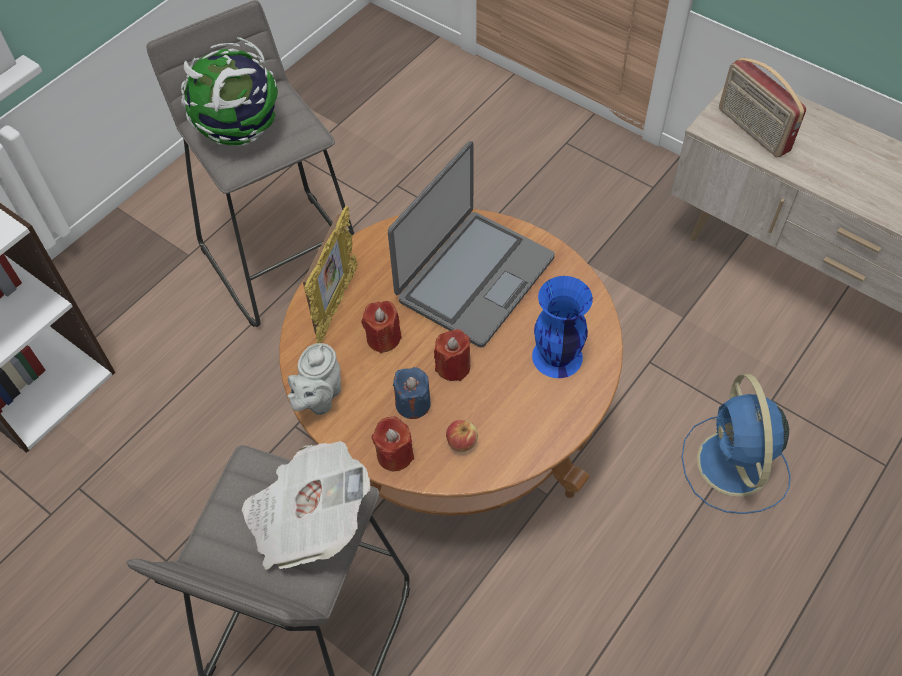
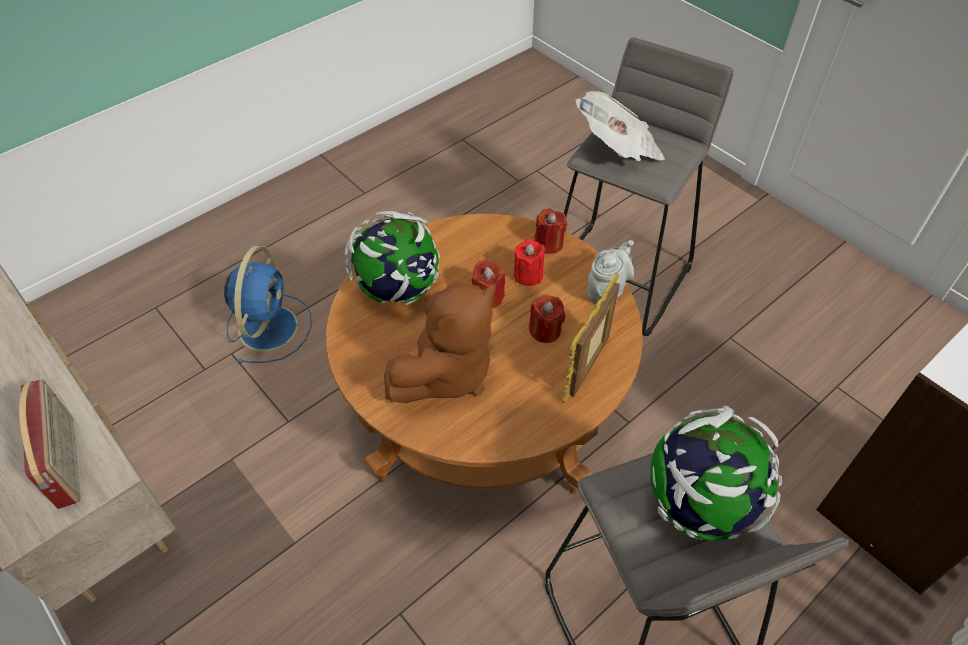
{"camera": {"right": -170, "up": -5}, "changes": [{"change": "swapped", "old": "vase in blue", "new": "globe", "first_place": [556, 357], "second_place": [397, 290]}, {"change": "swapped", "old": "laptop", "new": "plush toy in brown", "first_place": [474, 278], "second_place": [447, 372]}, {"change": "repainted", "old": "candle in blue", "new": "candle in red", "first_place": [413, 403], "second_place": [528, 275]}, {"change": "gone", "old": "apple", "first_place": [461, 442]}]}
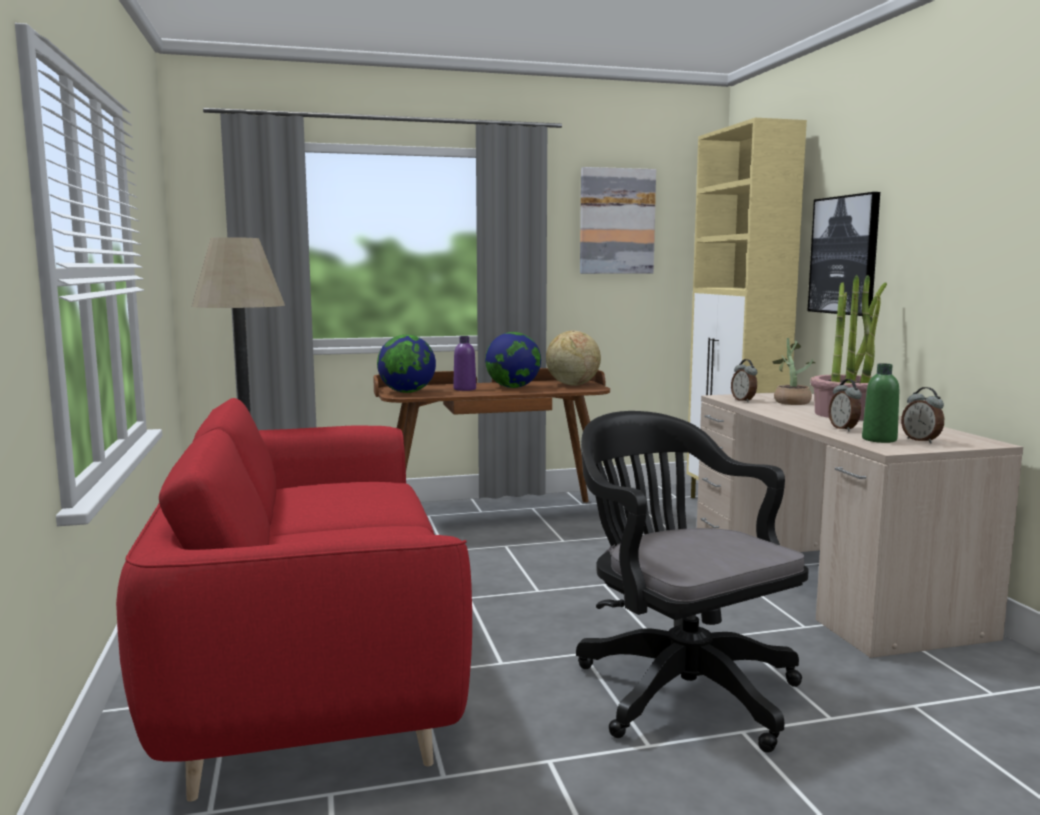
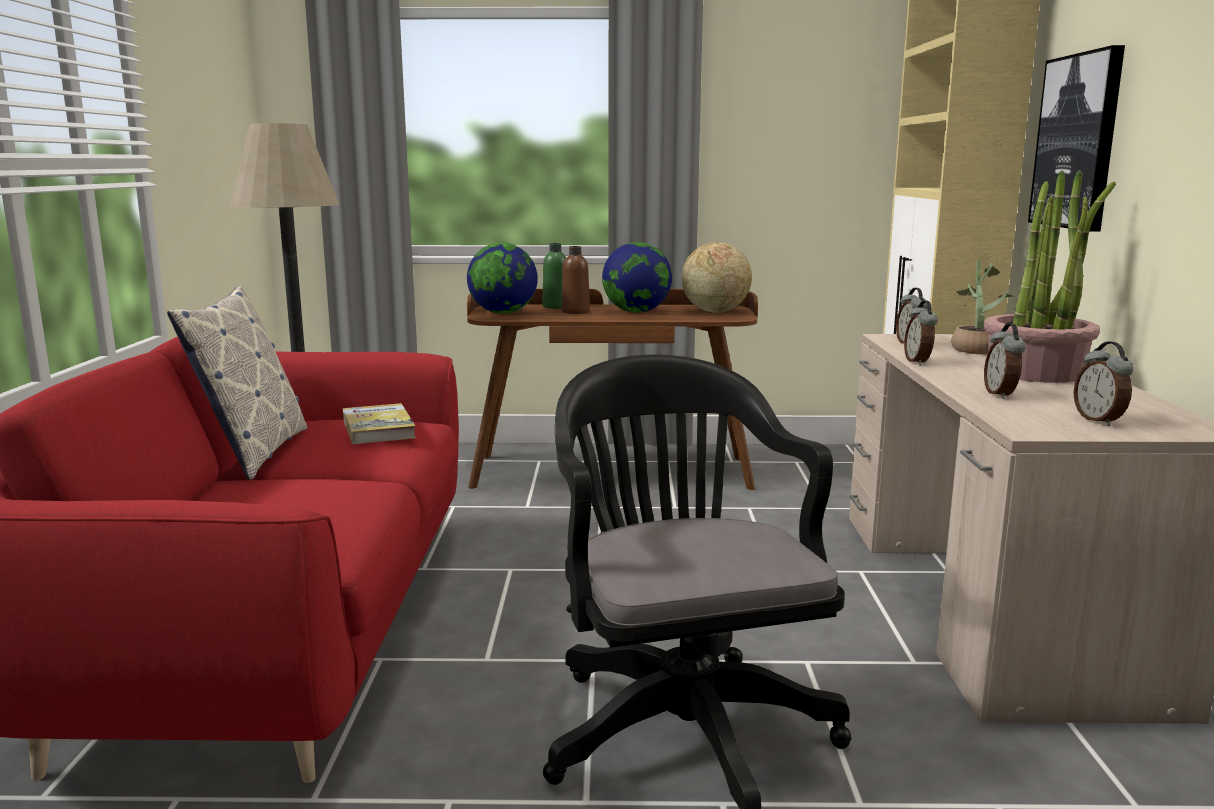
{"camera": {"right": 15, "up": 5}, "changes": [{"change": "new", "new": "pillow", "second_place": [253, 453]}, {"change": "new", "new": "book", "second_place": [378, 428]}, {"change": "shifted", "old": "bottle in green", "first_place": [879, 439], "second_place": [556, 307]}, {"change": "repainted", "old": "bottle in purple", "new": "bottle in brown", "first_place": [464, 389], "second_place": [575, 312]}, {"change": "new", "new": "alarm clock", "second_place": [918, 362]}, {"change": "gone", "old": "picture", "first_place": [616, 221]}]}
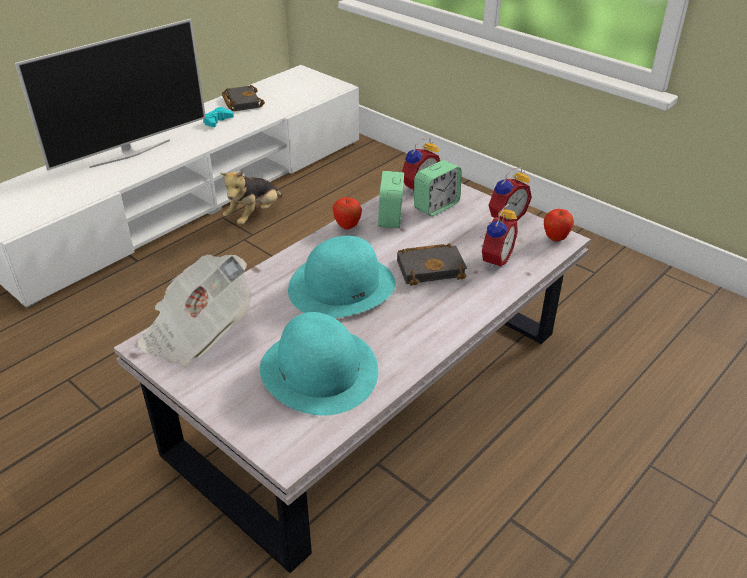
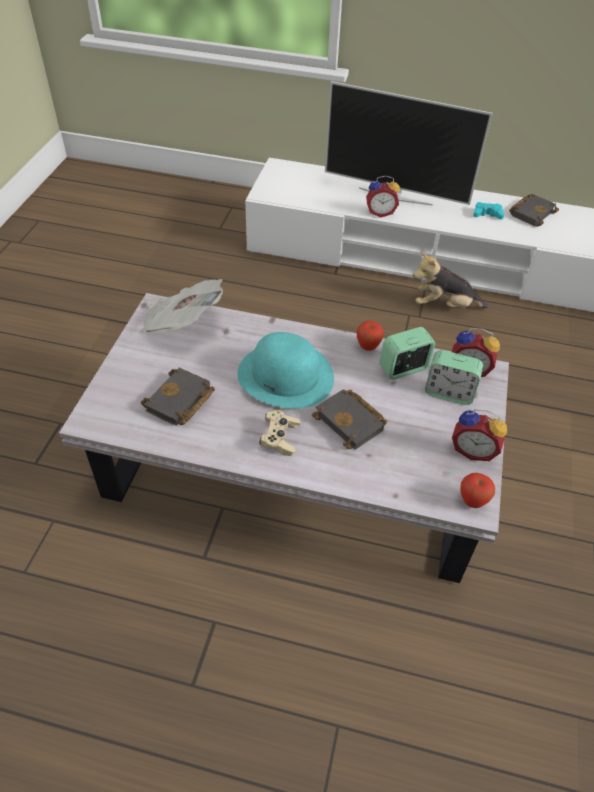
{"camera": {"right": 60, "up": 10}, "changes": [{"change": "swapped", "old": "hat in turquoise", "new": "book in black", "first_place": [319, 370], "second_place": [180, 402]}, {"change": "new", "new": "game controller in beige", "second_place": [280, 438]}, {"change": "shifted", "old": "alarm clock", "first_place": [494, 259], "second_place": [380, 212]}]}
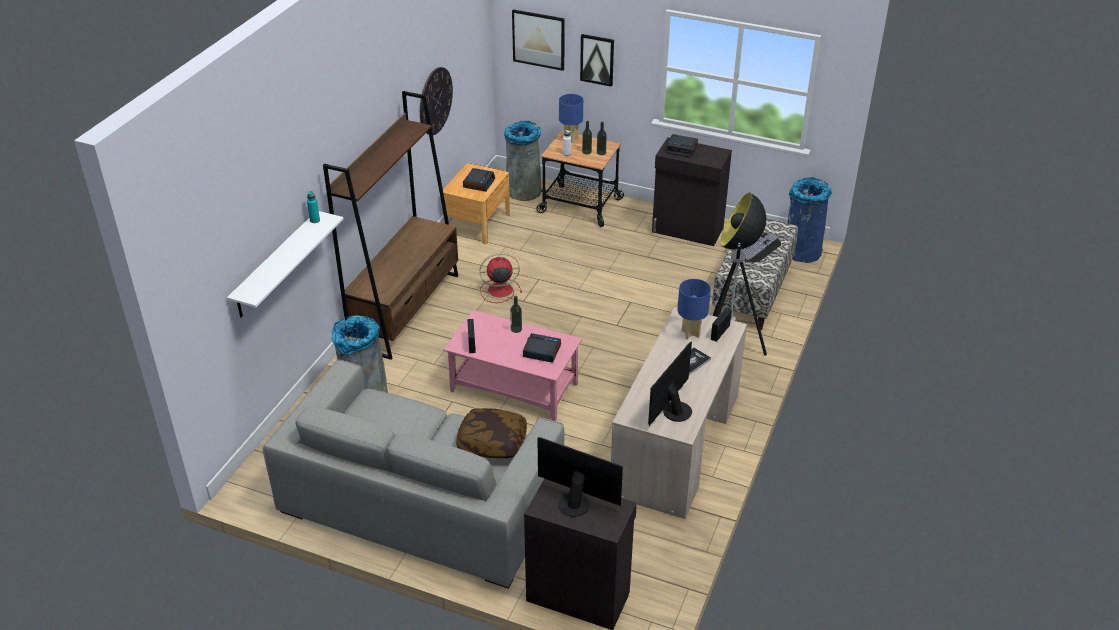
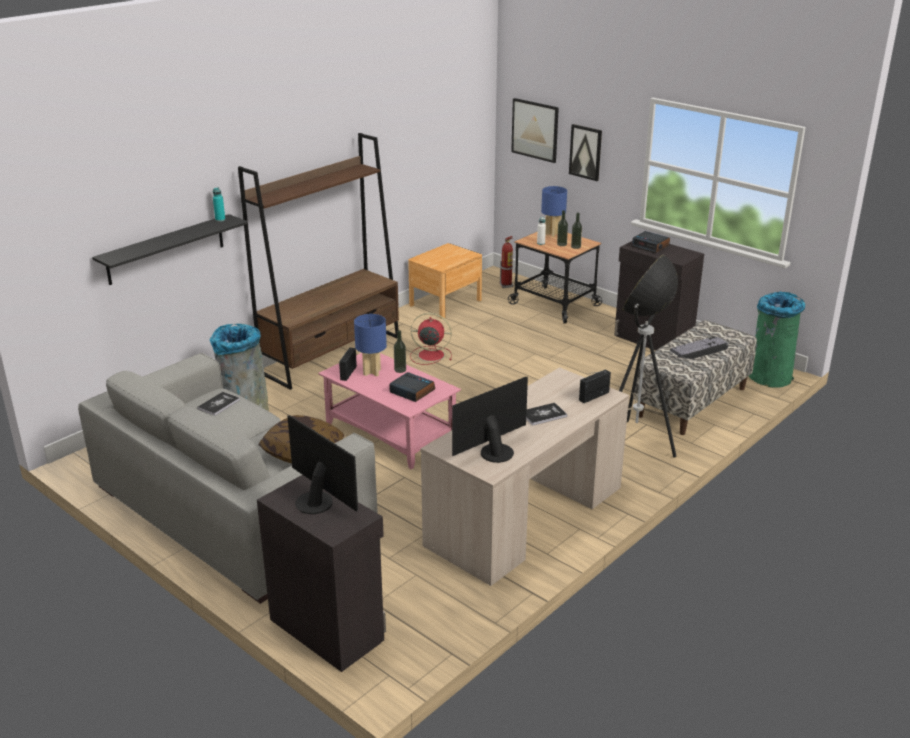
{"camera": {"right": 20, "up": -10}, "changes": [{"change": "repainted", "old": "shelf in white", "new": "shelf in black", "first_place": [276, 265], "second_place": [166, 249]}, {"change": "new", "new": "book", "second_place": [218, 404]}, {"change": "shifted", "old": "table lamp in blue", "first_place": [691, 333], "second_place": [372, 372]}, {"change": "swapped", "old": "trash can in grey", "new": "fire extinguisher", "first_place": [523, 190], "second_place": [506, 285]}, {"change": "repainted", "old": "trash can in blue", "new": "trash can in green", "first_place": [801, 251], "second_place": [769, 376]}, {"change": "gone", "old": "wall clock", "first_place": [435, 101]}, {"change": "gone", "old": "alarm clock", "first_place": [479, 183]}]}
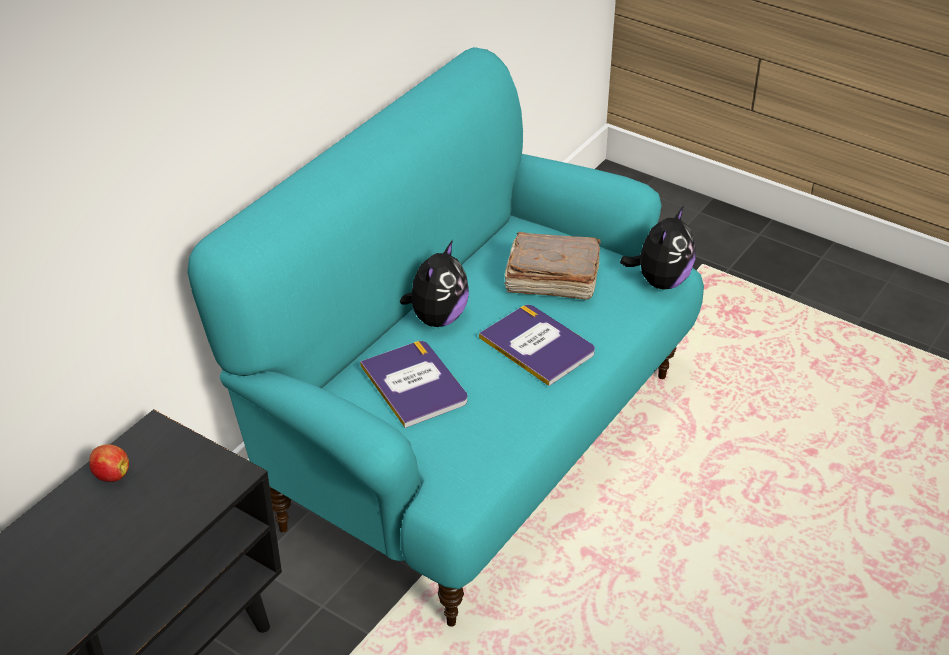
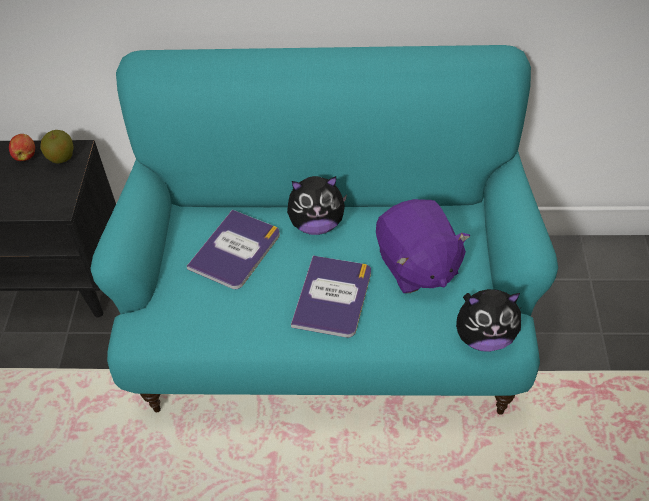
{"camera": {"right": 60, "up": 10}, "changes": [{"change": "new", "new": "apple", "second_place": [61, 158]}, {"change": "swapped", "old": "book in brown", "new": "plush toy in purple", "first_place": [551, 280], "second_place": [417, 266]}]}
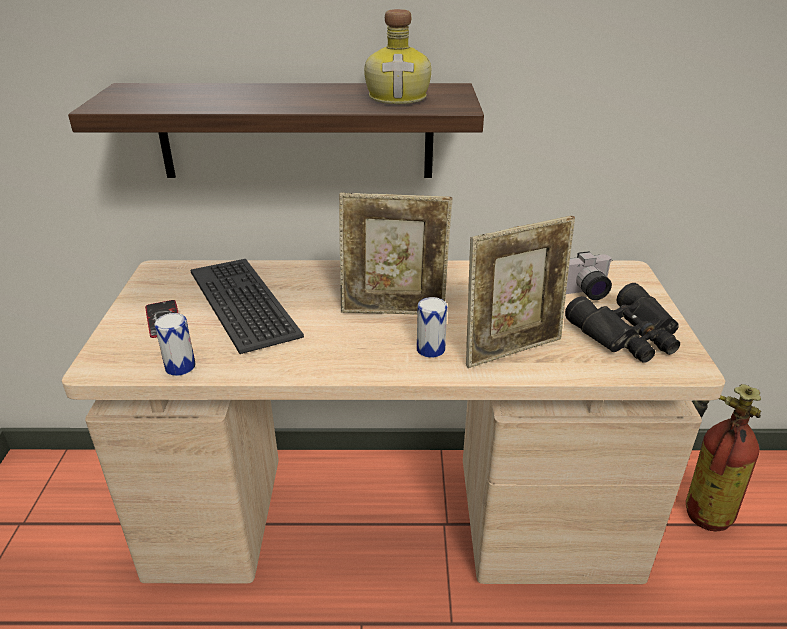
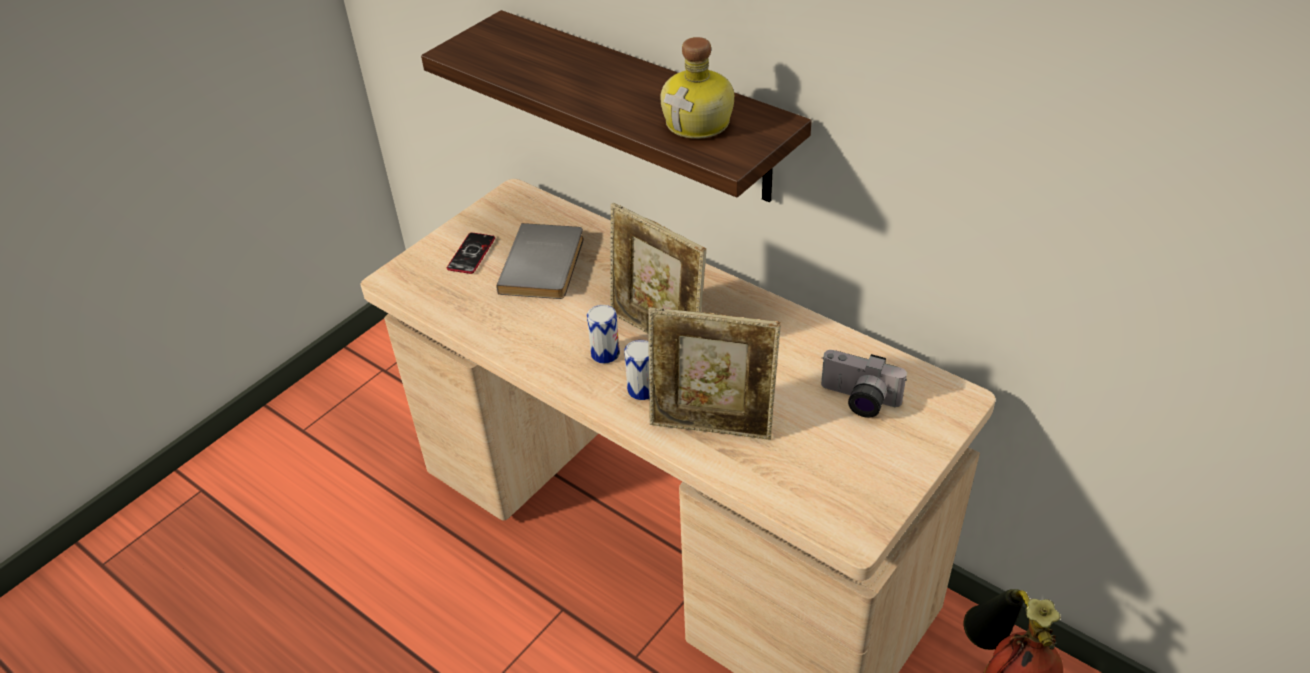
{"camera": {"right": 40, "up": 10}, "changes": [{"change": "swapped", "old": "keyboard", "new": "book in grey", "first_place": [245, 303], "second_place": [546, 265]}, {"change": "shifted", "old": "can", "first_place": [180, 367], "second_place": [605, 353]}, {"change": "gone", "old": "binoculars in black", "first_place": [628, 335]}]}
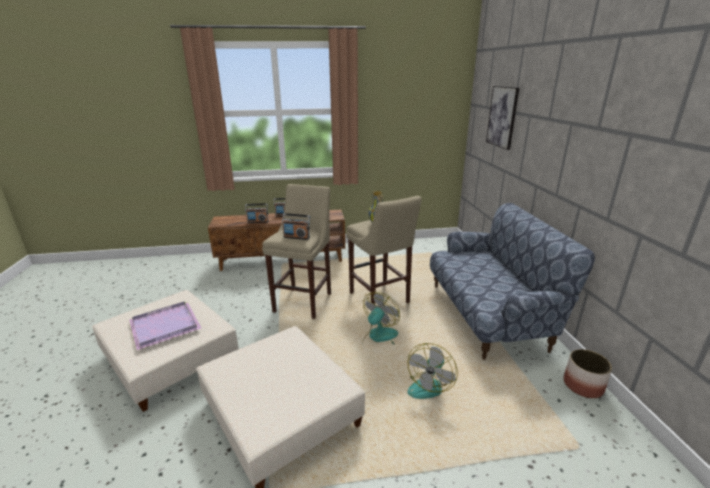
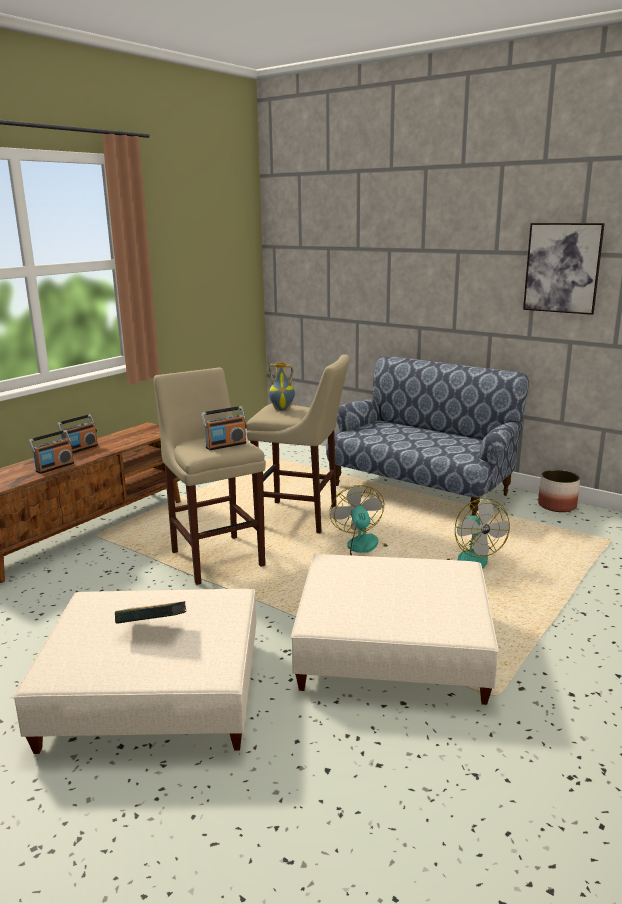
{"camera": {"right": -45, "up": -5}, "changes": [{"change": "swapped", "old": "tray in purple", "new": "book", "first_place": [166, 325], "second_place": [153, 629]}, {"change": "shifted", "old": "picture", "first_place": [502, 117], "second_place": [562, 268]}]}
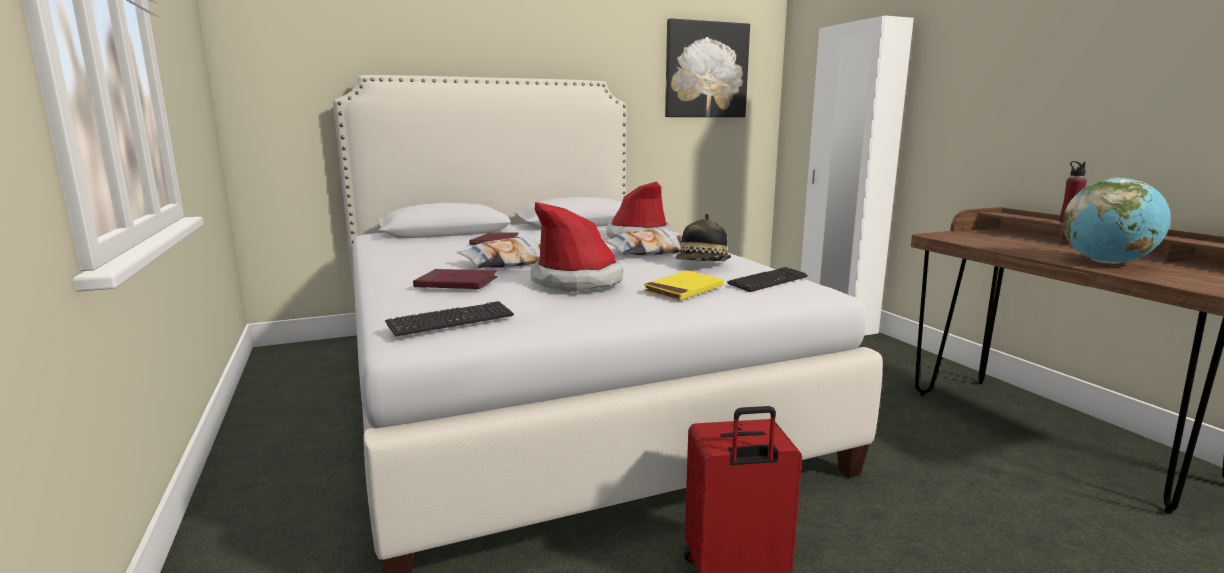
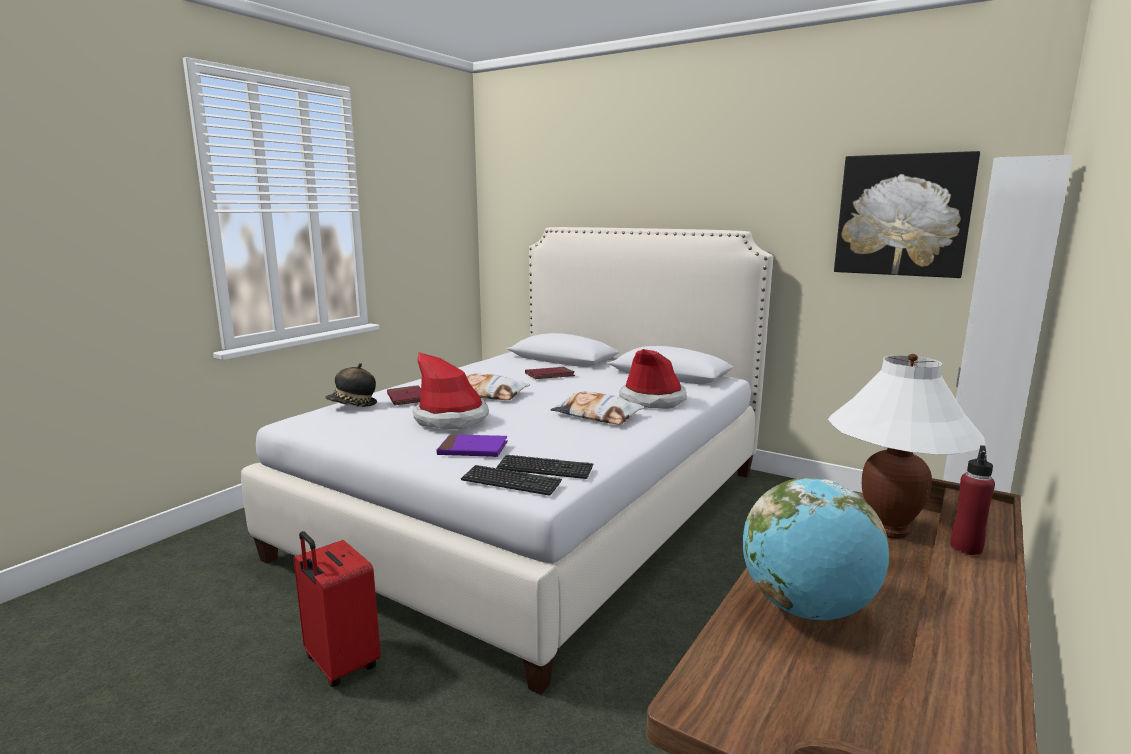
{"camera": {"right": 55, "up": 0}, "changes": [{"change": "shifted", "old": "hat", "first_place": [703, 265], "second_place": [352, 405]}, {"change": "repainted", "old": "book in yellow", "new": "book in purple", "first_place": [683, 290], "second_place": [473, 449]}, {"change": "shifted", "old": "keyboard", "first_place": [451, 321], "second_place": [511, 482]}, {"change": "new", "new": "table lamp in white", "second_place": [888, 530]}]}
